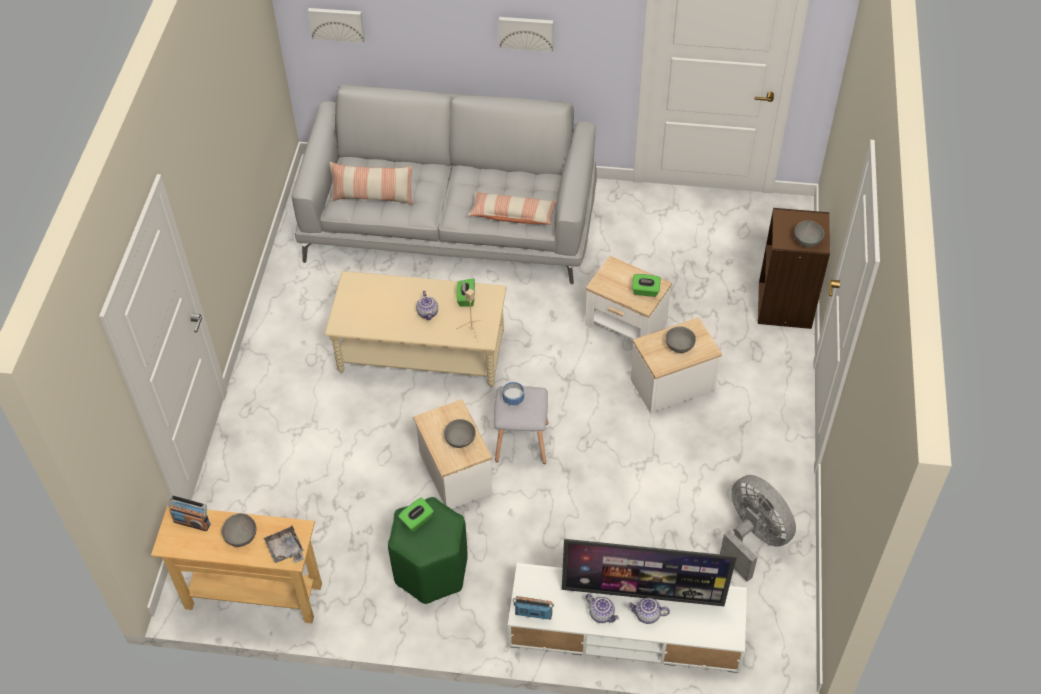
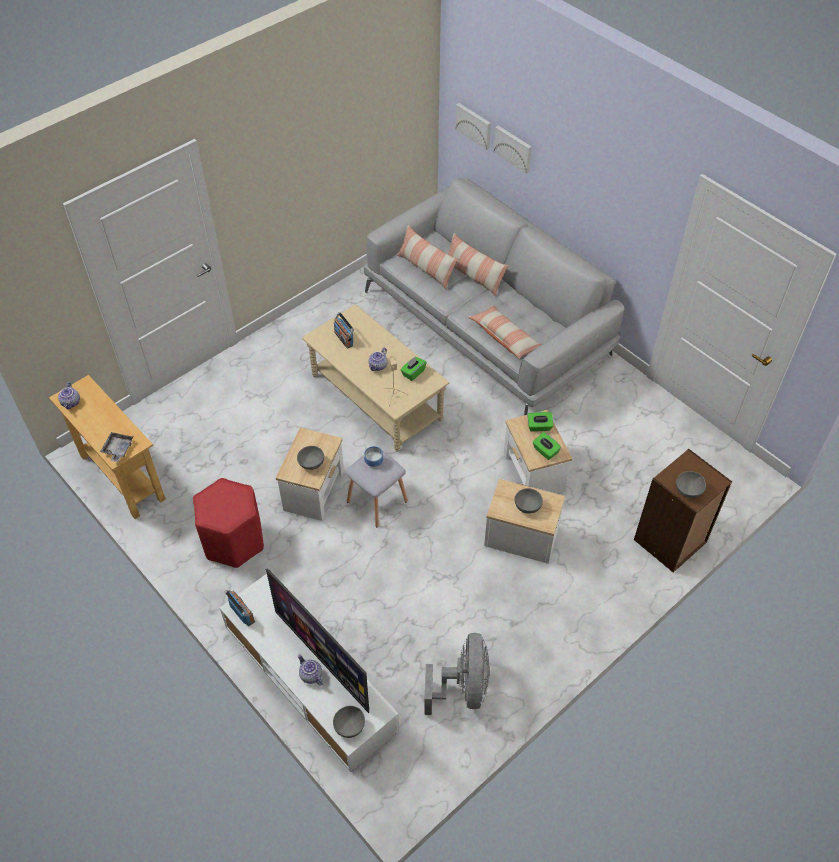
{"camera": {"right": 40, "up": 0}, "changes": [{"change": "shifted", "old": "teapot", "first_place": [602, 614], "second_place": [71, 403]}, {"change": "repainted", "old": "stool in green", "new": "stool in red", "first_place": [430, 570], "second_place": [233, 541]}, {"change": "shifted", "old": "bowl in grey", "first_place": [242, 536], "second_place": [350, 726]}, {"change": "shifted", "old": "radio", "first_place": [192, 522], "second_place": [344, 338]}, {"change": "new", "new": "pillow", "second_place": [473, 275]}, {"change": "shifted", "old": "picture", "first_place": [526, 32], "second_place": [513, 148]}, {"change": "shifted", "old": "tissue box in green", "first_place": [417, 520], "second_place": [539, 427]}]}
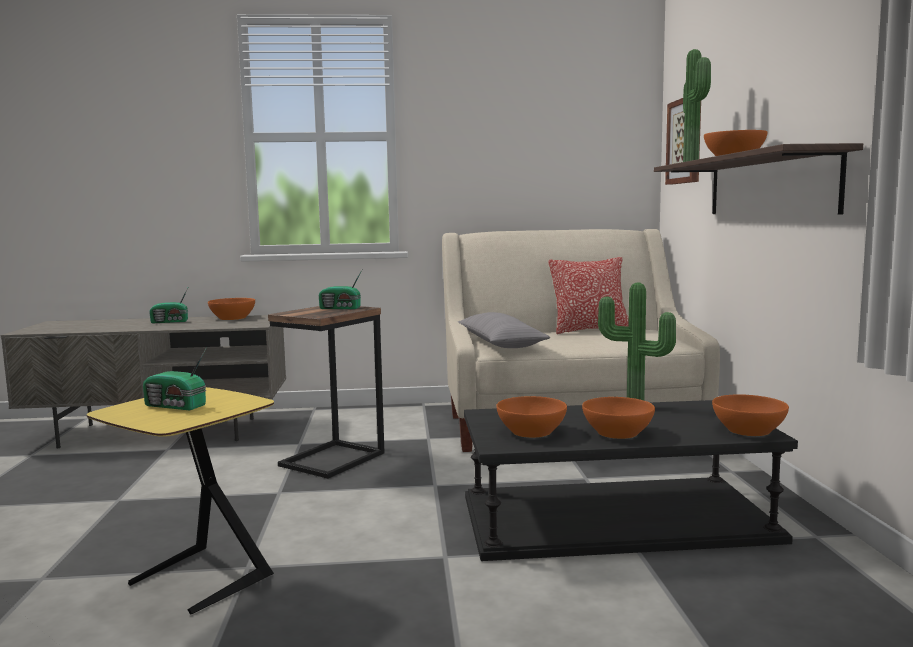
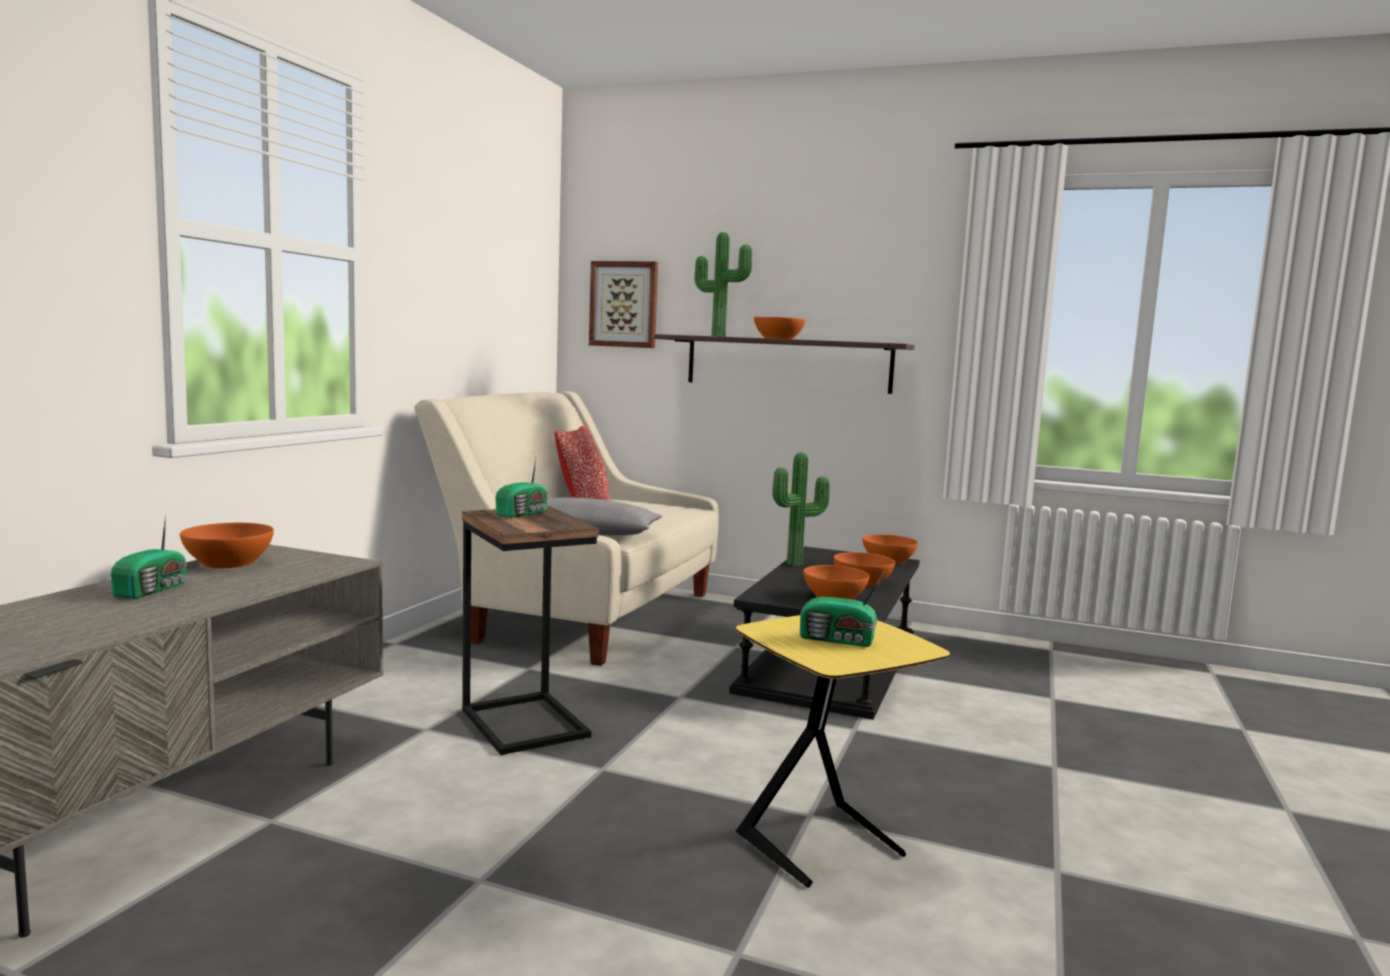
{"camera": {"right": -65, "up": 0}, "changes": [{"change": "rotated", "old": "radio", "first_place": [176, 406], "second_place": [838, 640], "degrees": 60}]}
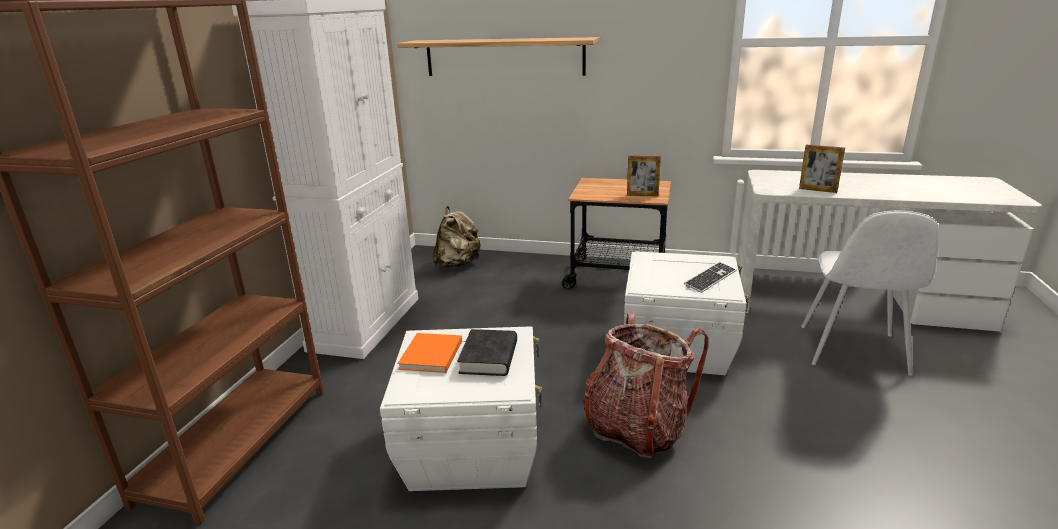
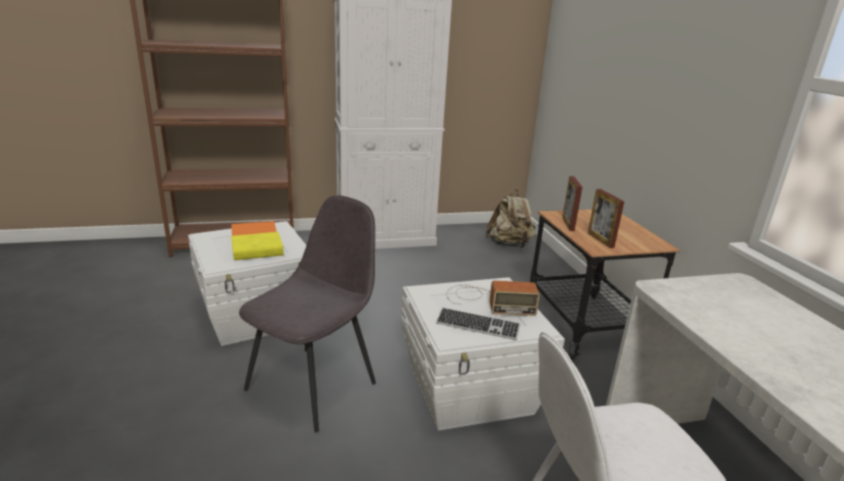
{"camera": {"right": 60, "up": 0}, "changes": [{"change": "repainted", "old": "book in black", "new": "book in yellow", "first_place": [489, 358], "second_place": [257, 251]}, {"change": "swapped", "old": "backpack", "new": "chair in grey", "first_place": [637, 428], "second_place": [314, 384]}, {"change": "new", "new": "radio", "second_place": [487, 300]}, {"change": "shifted", "old": "picture frame", "first_place": [817, 190], "second_place": [568, 224]}, {"change": "gone", "old": "shelf", "first_place": [504, 57]}]}
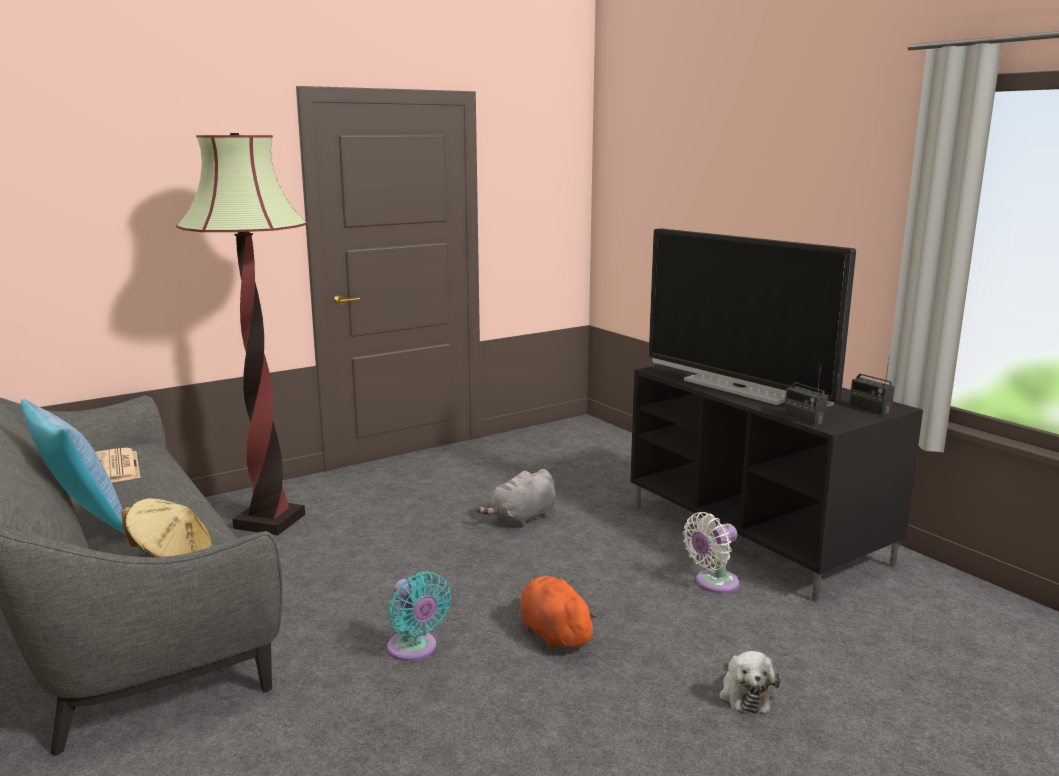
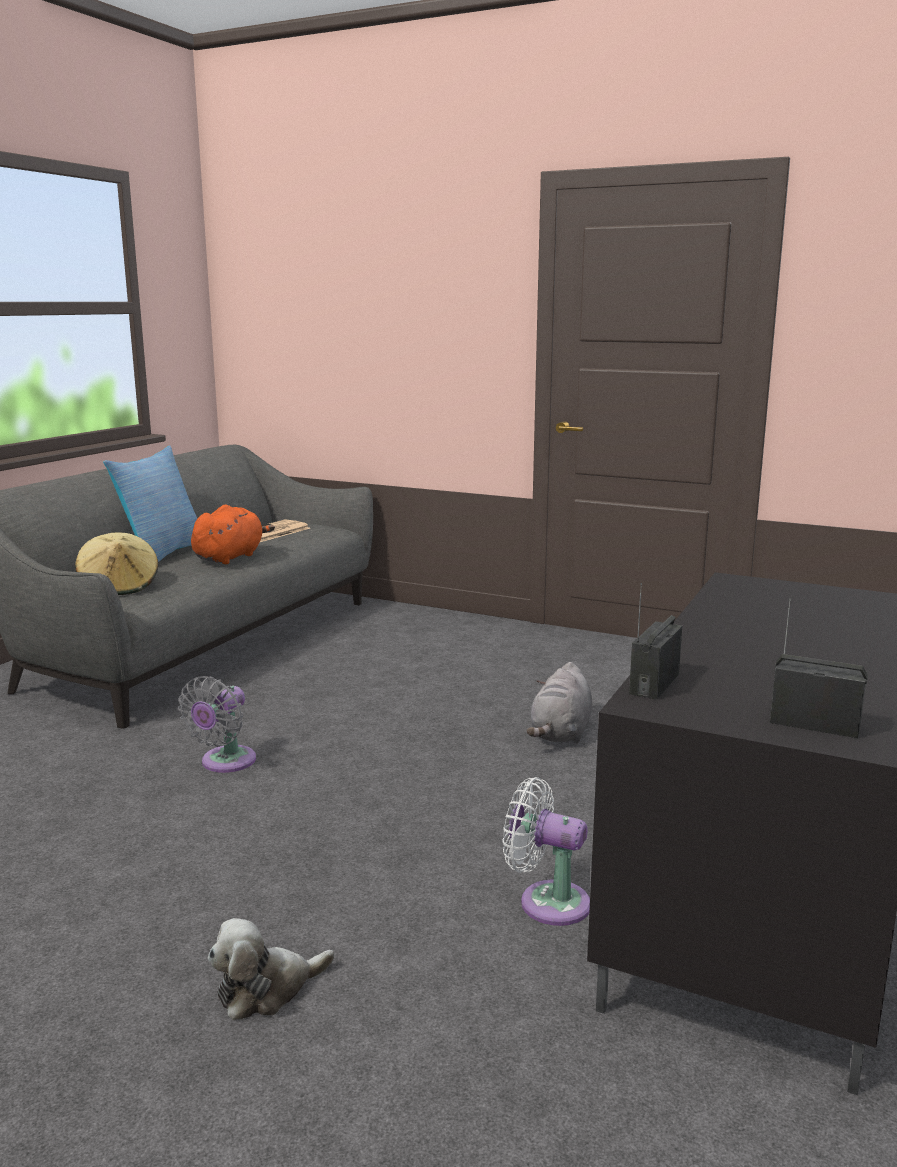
{"camera": {"right": 60, "up": 0}, "changes": [{"change": "repainted", "old": "fan in turquoise", "new": "fan in grey", "first_place": [414, 649], "second_place": [225, 763]}, {"change": "shifted", "old": "plush toy in orange", "first_place": [553, 635], "second_place": [230, 557]}, {"change": "rotated", "old": "plush toy in grey", "first_place": [521, 519], "second_place": [561, 733], "degrees": -90}, {"change": "rotated", "old": "radio", "first_place": [869, 409], "second_place": [814, 724], "degrees": 90}, {"change": "gone", "old": "floor lamp", "first_place": [270, 521]}, {"change": "gone", "old": "television", "first_place": [738, 389]}]}
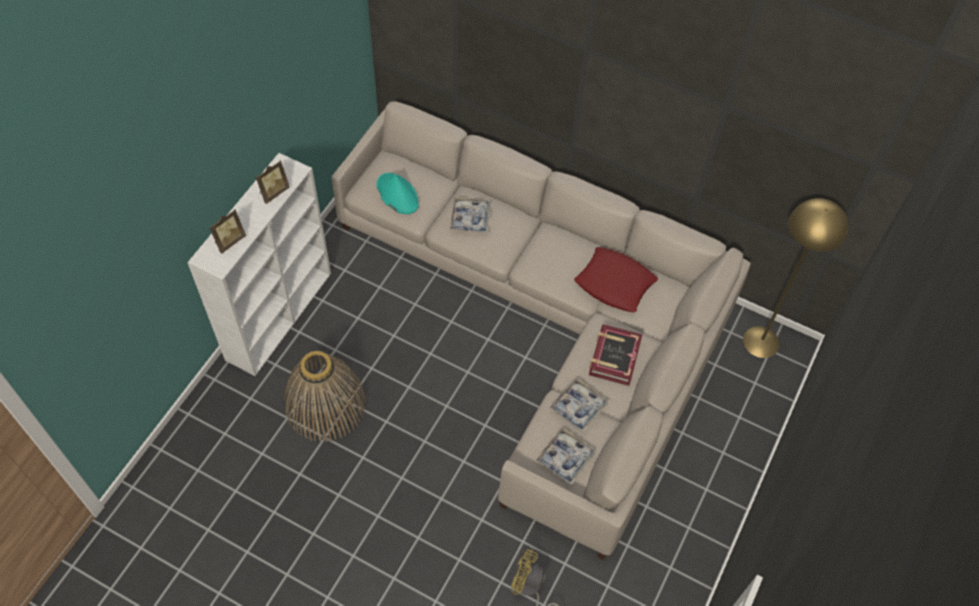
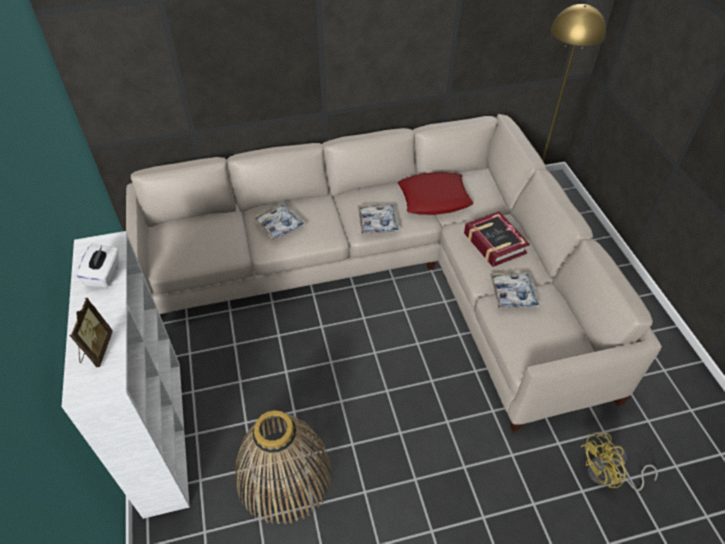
{"camera": {"right": -40, "up": -10}, "changes": [{"change": "swapped", "old": "picture frame", "new": "tissue box in white", "first_place": [273, 192], "second_place": [104, 274]}, {"change": "shifted", "old": "tray", "first_place": [565, 458], "second_place": [378, 222]}, {"change": "gone", "old": "hat in turquoise", "first_place": [397, 194]}]}
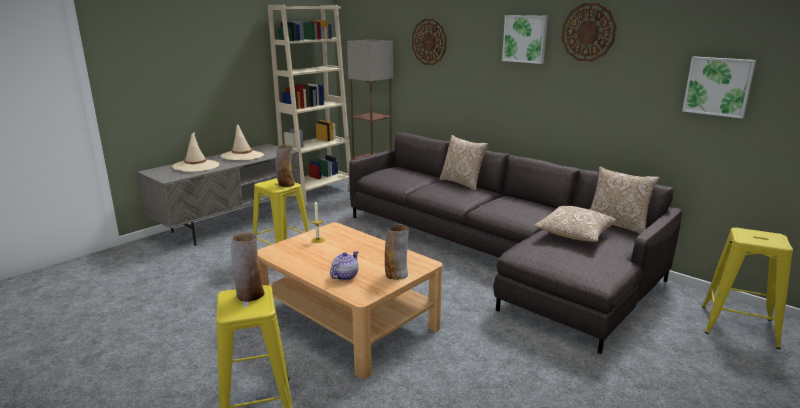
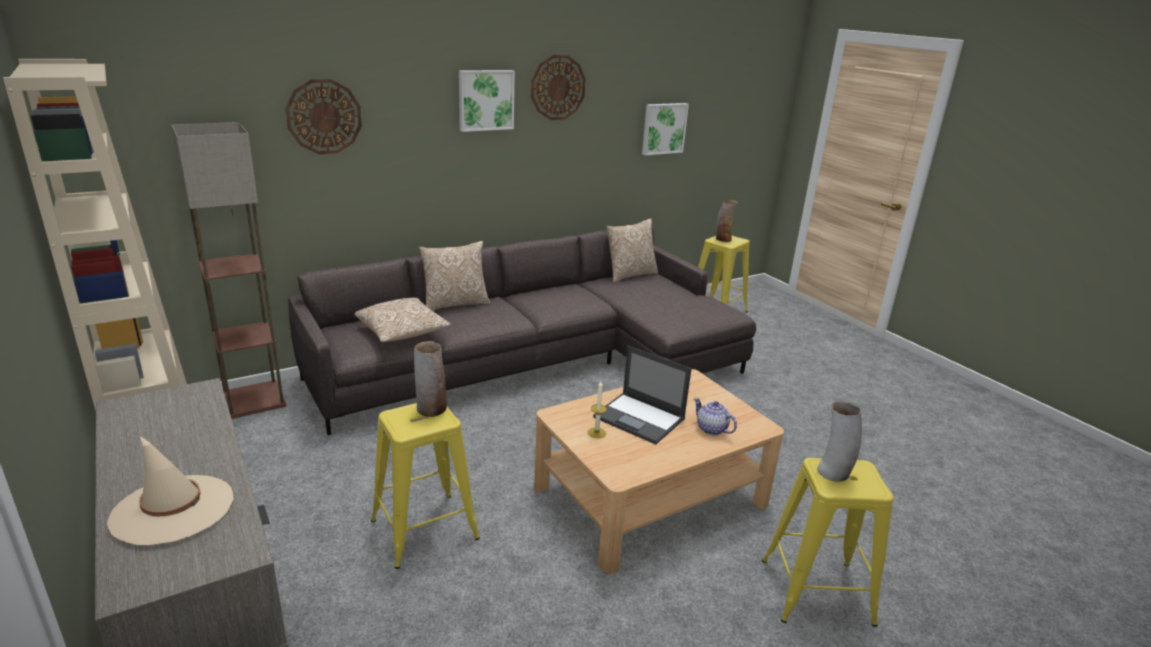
{"camera": {"right": -75, "up": 5}, "changes": [{"change": "shifted", "old": "pillow", "first_place": [574, 235], "second_place": [402, 333]}, {"change": "new", "new": "laptop", "second_place": [640, 418]}, {"change": "shifted", "old": "vase", "first_place": [396, 274], "second_place": [723, 239]}, {"change": "gone", "old": "hat in beige", "first_place": [242, 156]}]}
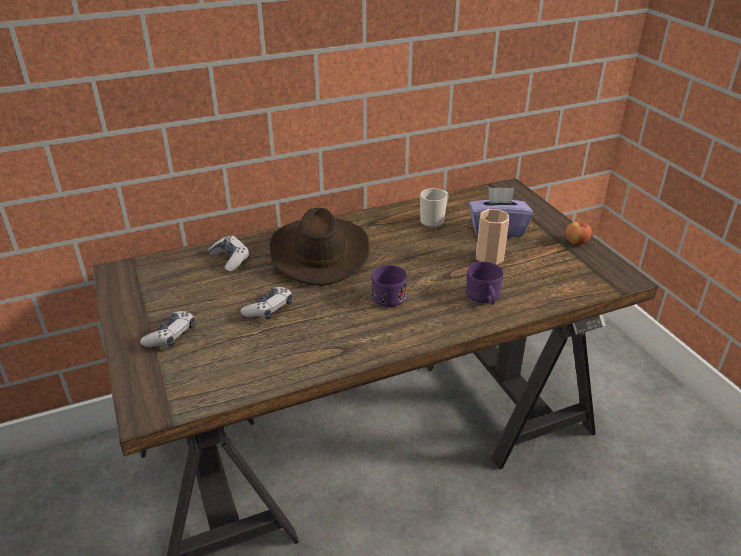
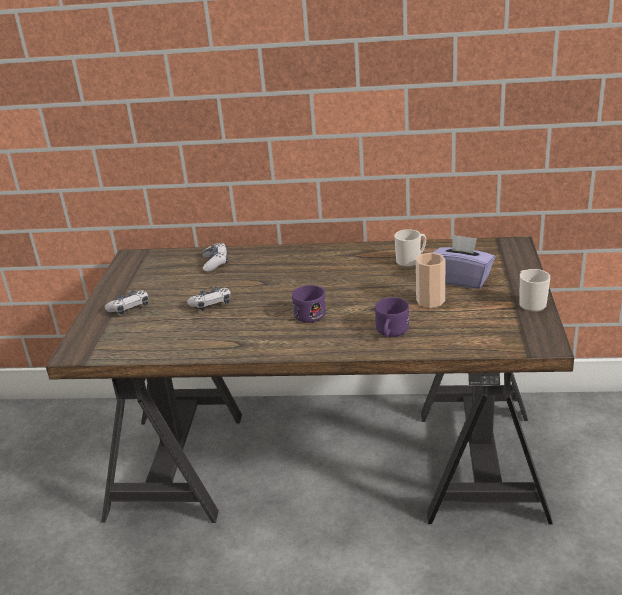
{"camera": {"right": 30, "up": -5}, "changes": [{"change": "swapped", "old": "apple", "new": "mug", "first_place": [576, 242], "second_place": [530, 303]}, {"change": "gone", "old": "hat in brown", "first_place": [319, 253]}]}
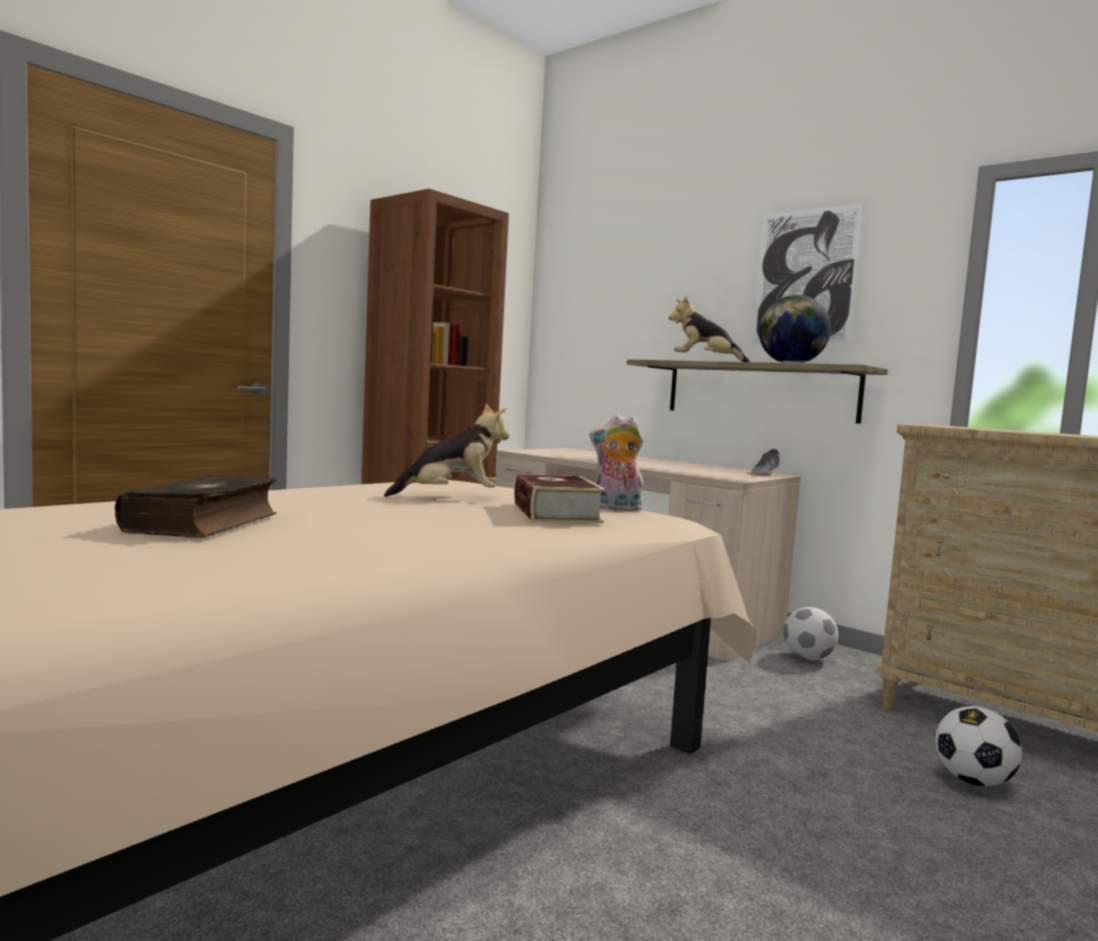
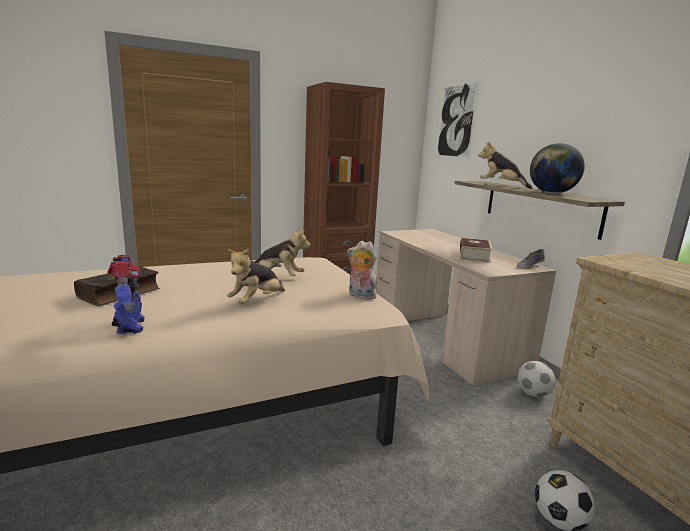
{"camera": {"right": 25, "up": 10}, "changes": [{"change": "new", "new": "toy robot", "second_place": [129, 326]}, {"change": "new", "new": "plush toy", "second_place": [256, 301]}, {"change": "shifted", "old": "picture", "first_place": [804, 278], "second_place": [455, 121]}, {"change": "shifted", "old": "book", "first_place": [556, 513], "second_place": [474, 256]}]}
